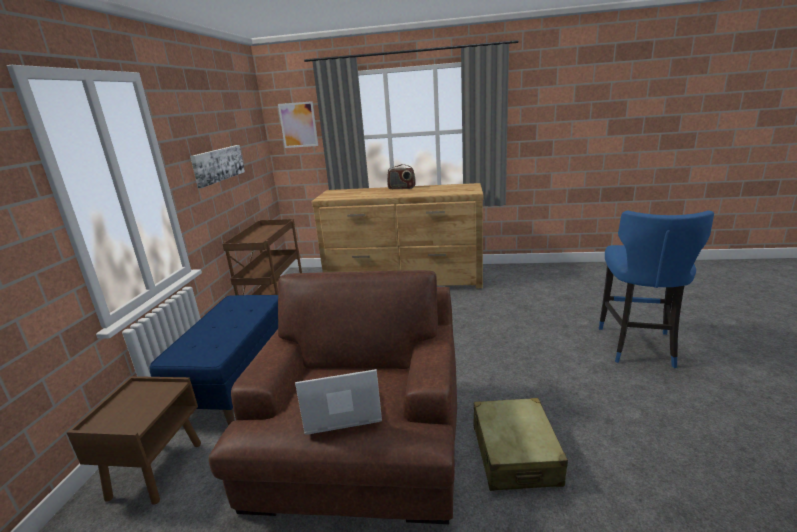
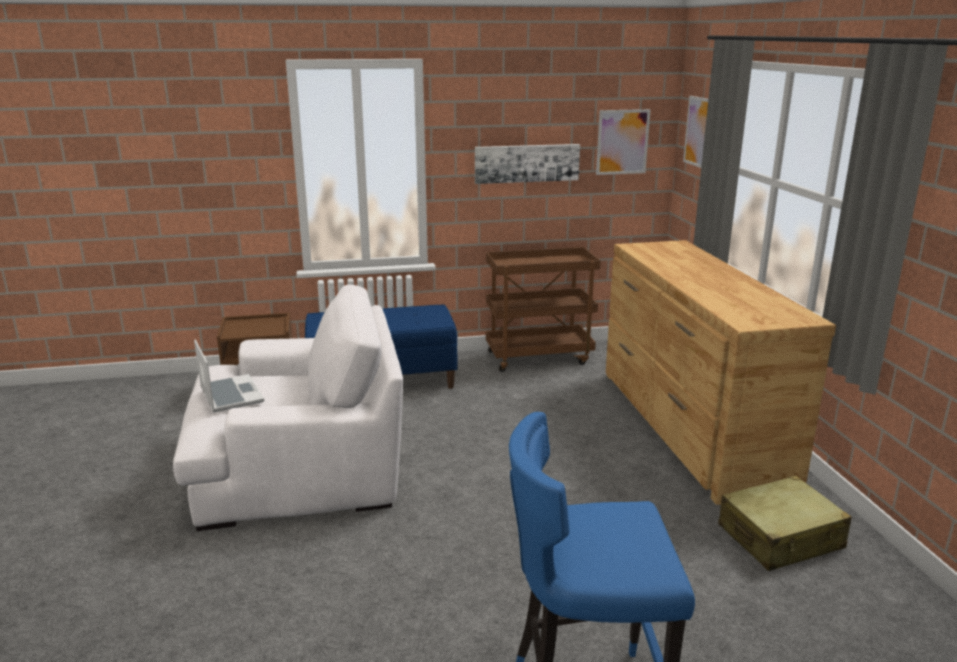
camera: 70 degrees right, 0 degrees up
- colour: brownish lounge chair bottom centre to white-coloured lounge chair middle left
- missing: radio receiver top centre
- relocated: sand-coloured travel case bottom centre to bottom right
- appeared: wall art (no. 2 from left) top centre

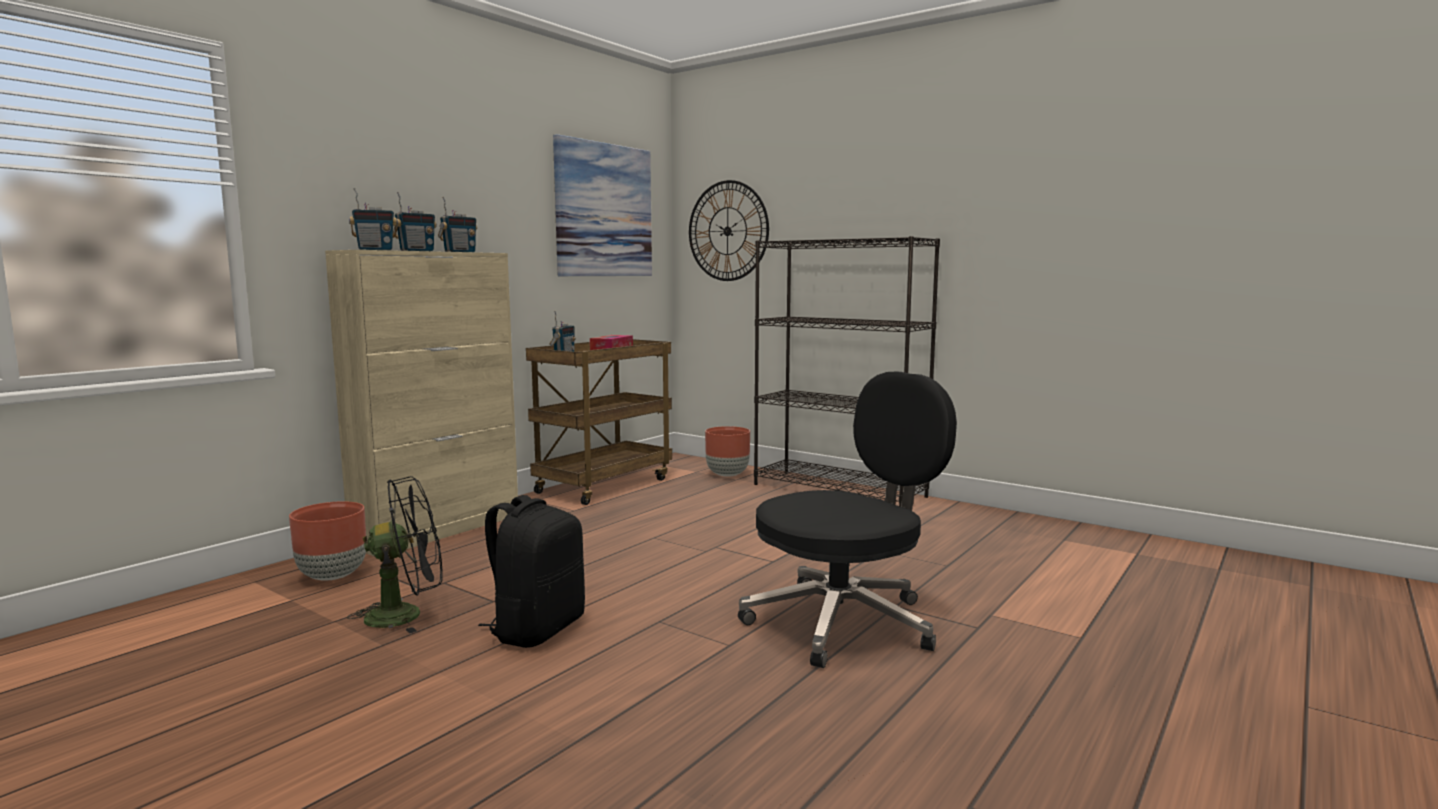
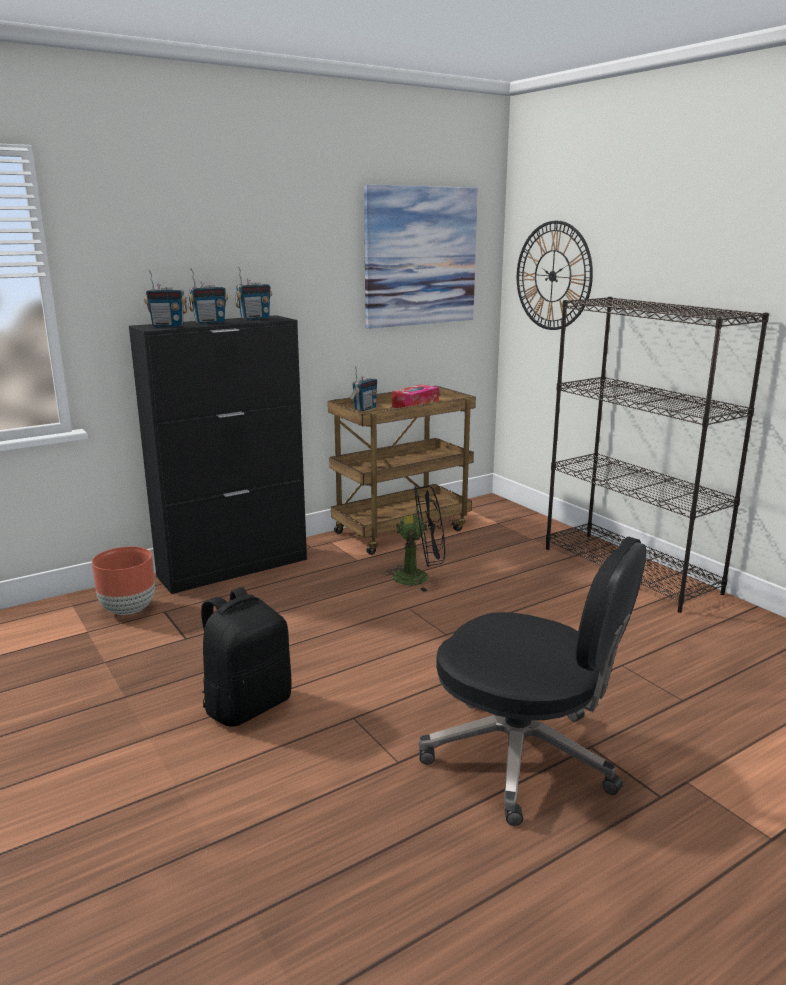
camera: 20 degrees right, 10 degrees up
- colour: sand-coloured storage cabinet middle left to black-coloured storage cabinet middle left
- relocated: black-coloured electric fan bottom left to centre
- missing: brownish flower pot (no. 2 from left) centre
- spun: black-coloured desk chair centre = bottom right 45 degrees clockwise

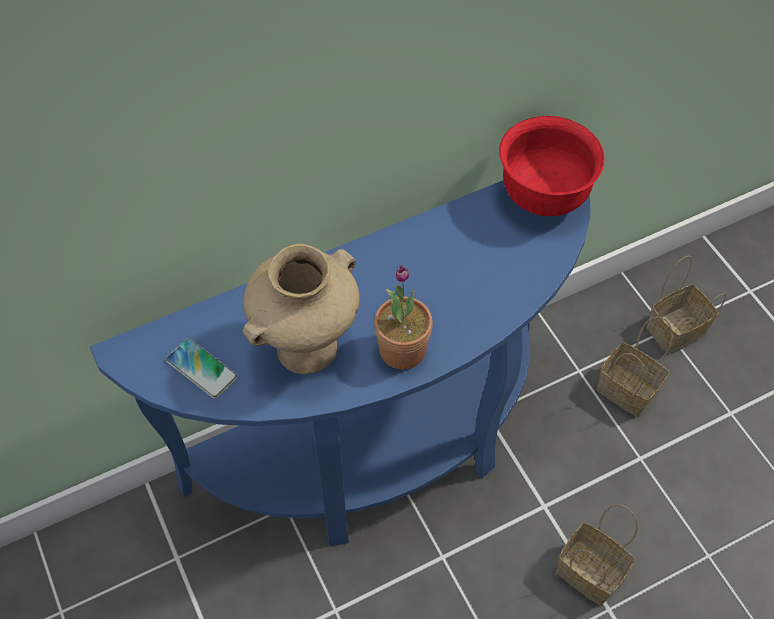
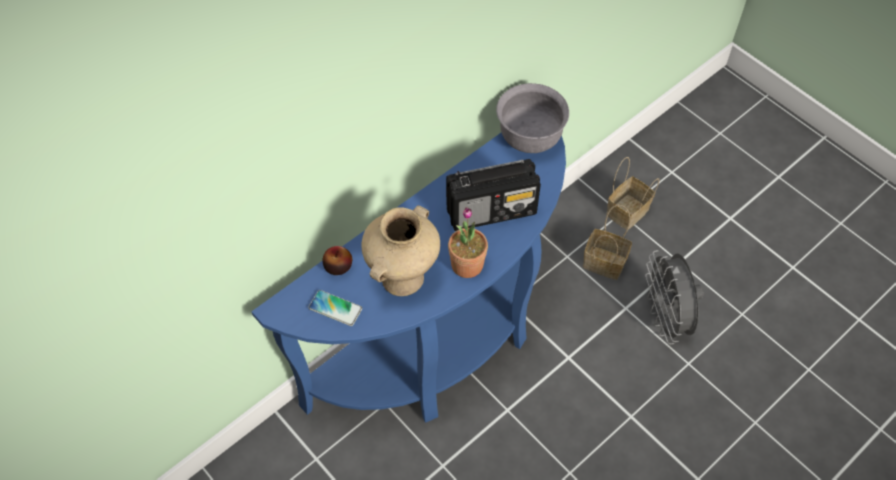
camera: 15 degrees left, 0 degrees up
- colour: reddish bowl top right to gray bowl top centre
- missing: household basket (no. 1 from left) bottom right
- appeared: whole apple centre
- appeared: radio receiver centre
- appeared: gray electric fan middle right

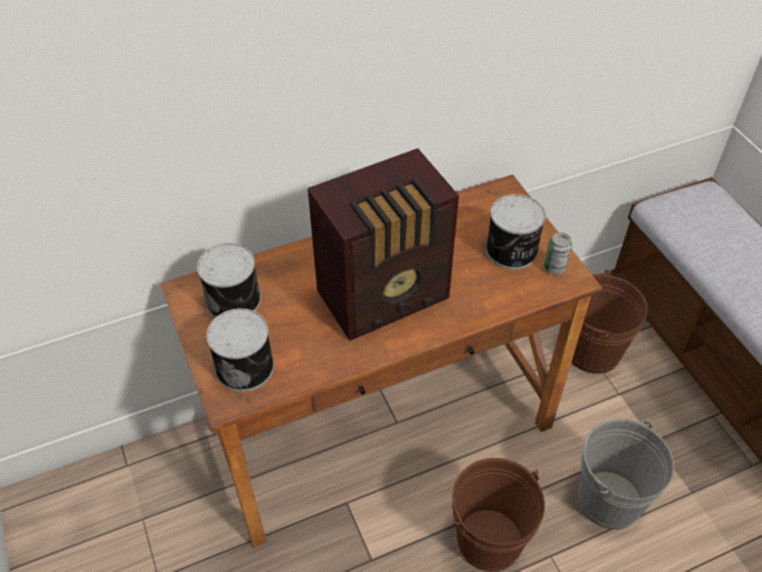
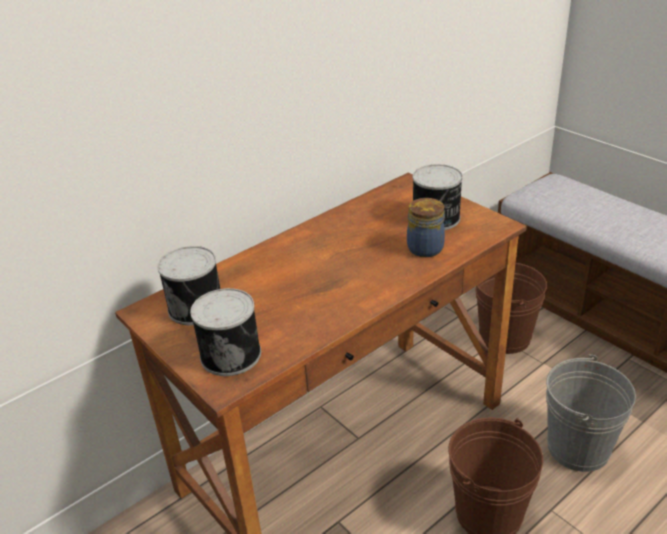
camera: 15 degrees left, 15 degrees down
- missing: radio receiver centre
- missing: can (no. 4 from left) middle right
- appeared: jar centre

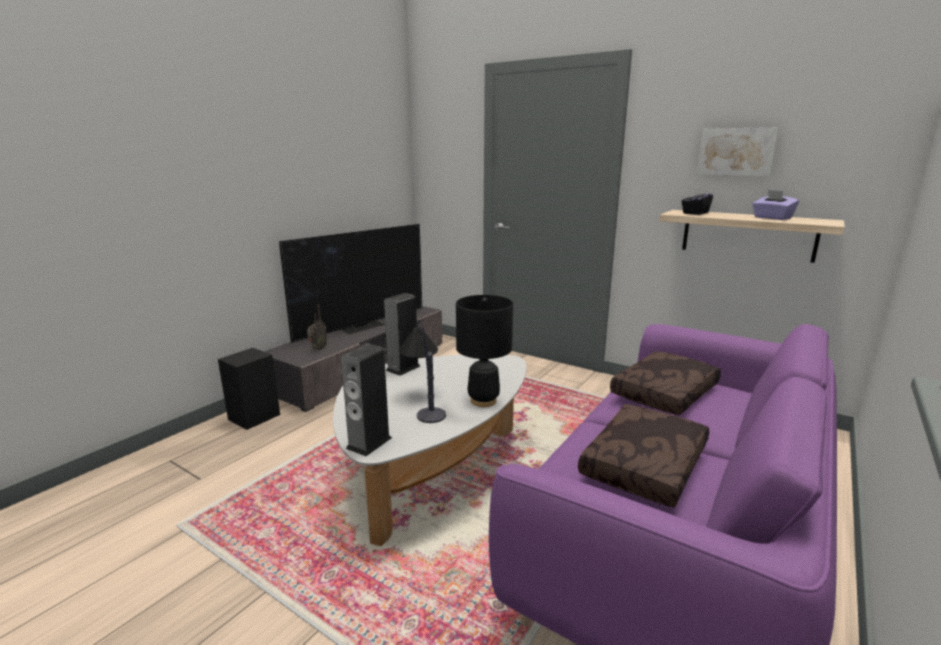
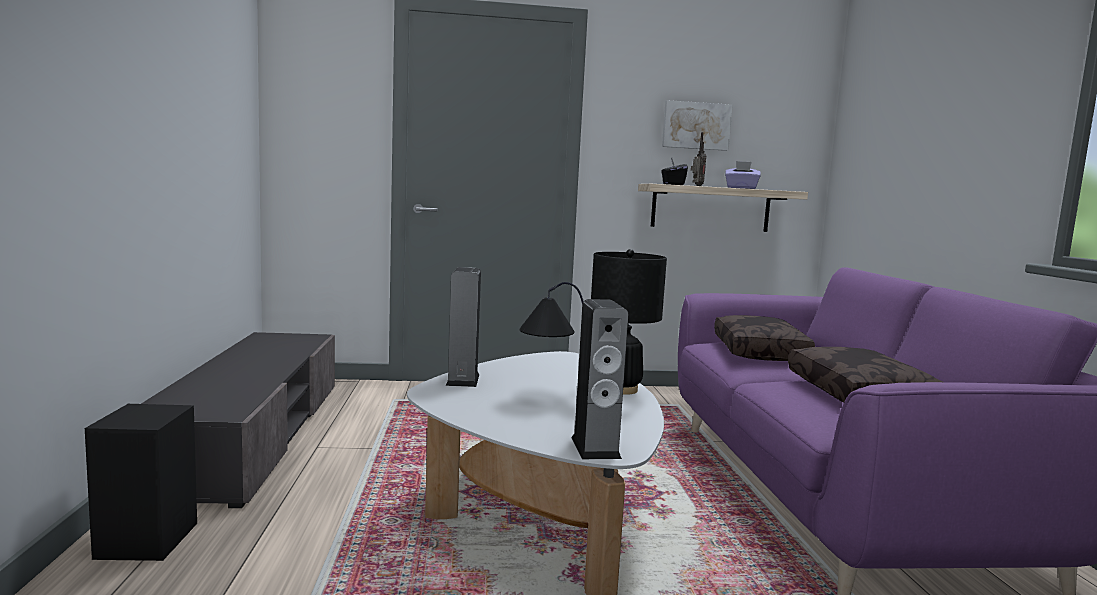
camera: 40 degrees left, 10 degrees down
- missing: TV set centre
- relocated: radio receiver centre to top centre

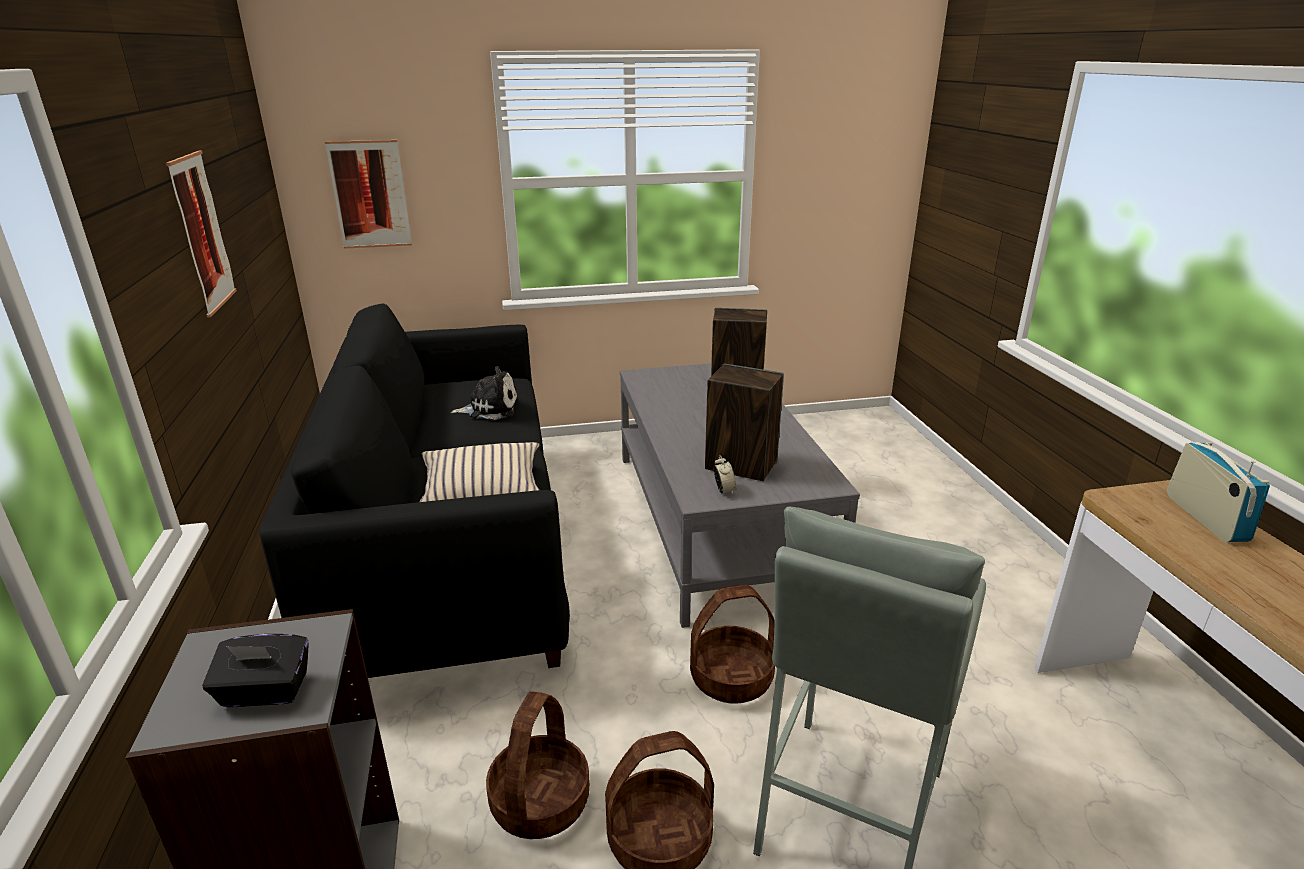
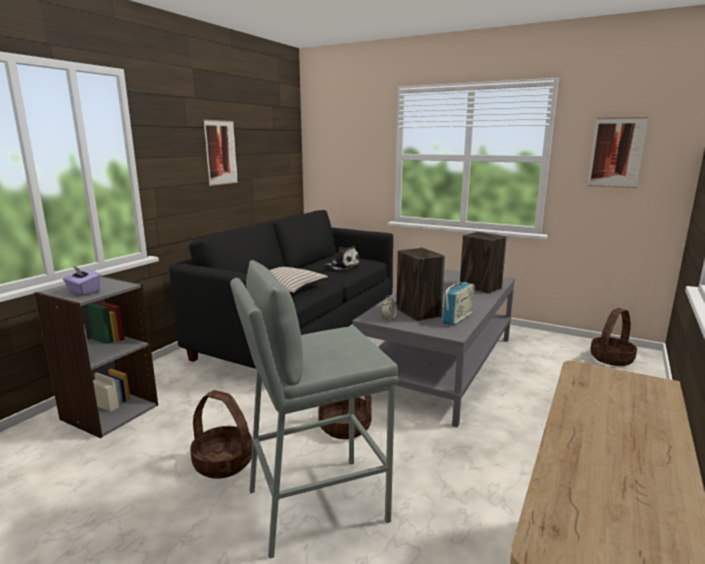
camera: 40 degrees right, 10 degrees down
- colour: black-coloured tissue box bottom left to purple tissue box middle left
- relocated: wall art (no. 2 from left) top left to top right
- relocated: household basket (no. 1 from left in the first image) bottom centre to household basket (no. 3 from left) middle right
- relocated: radio receiver middle right to centre

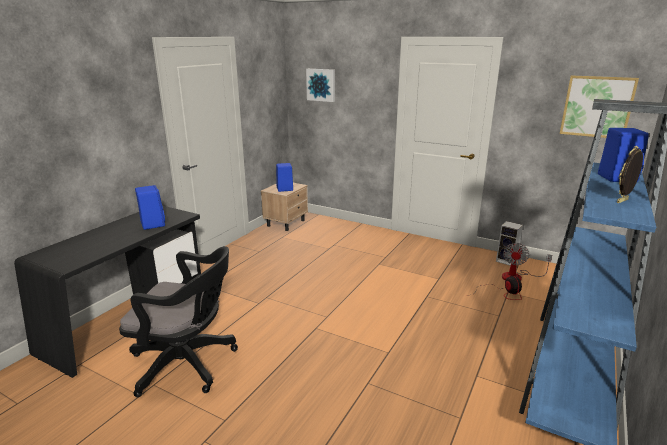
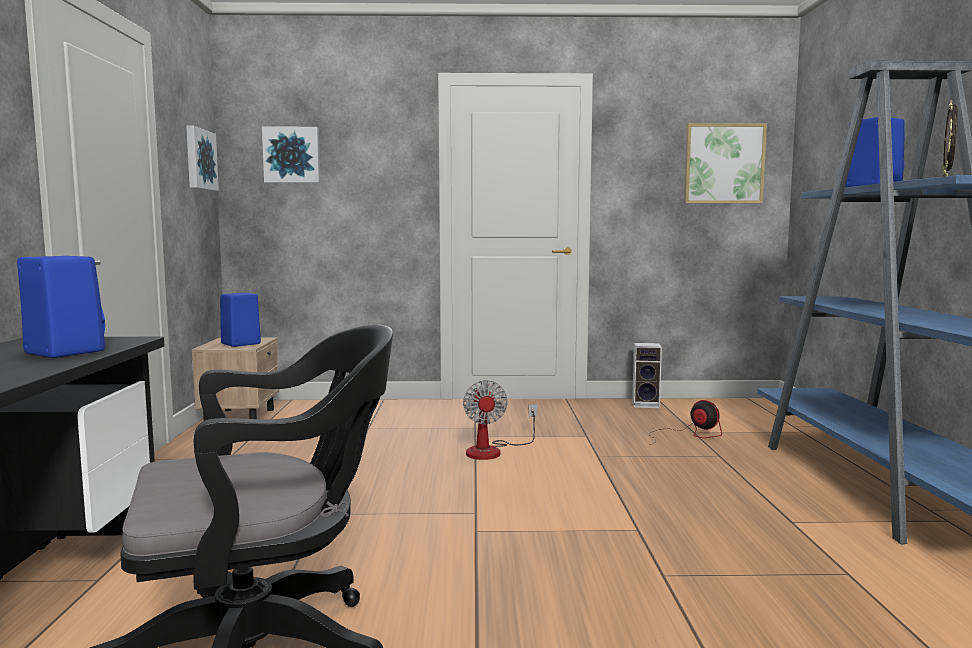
camera: 30 degrees left, 15 degrees down
- relocated: electric fan (no. 2 from left in the first image) middle right to electric fan (no. 1 from left) centre
- appeared: wall art (no. 1 from left) top left

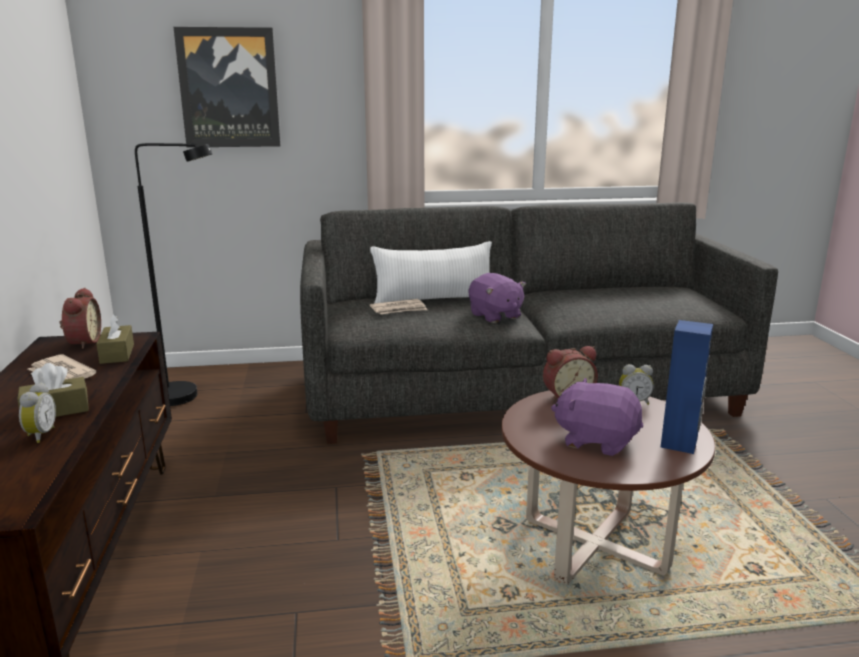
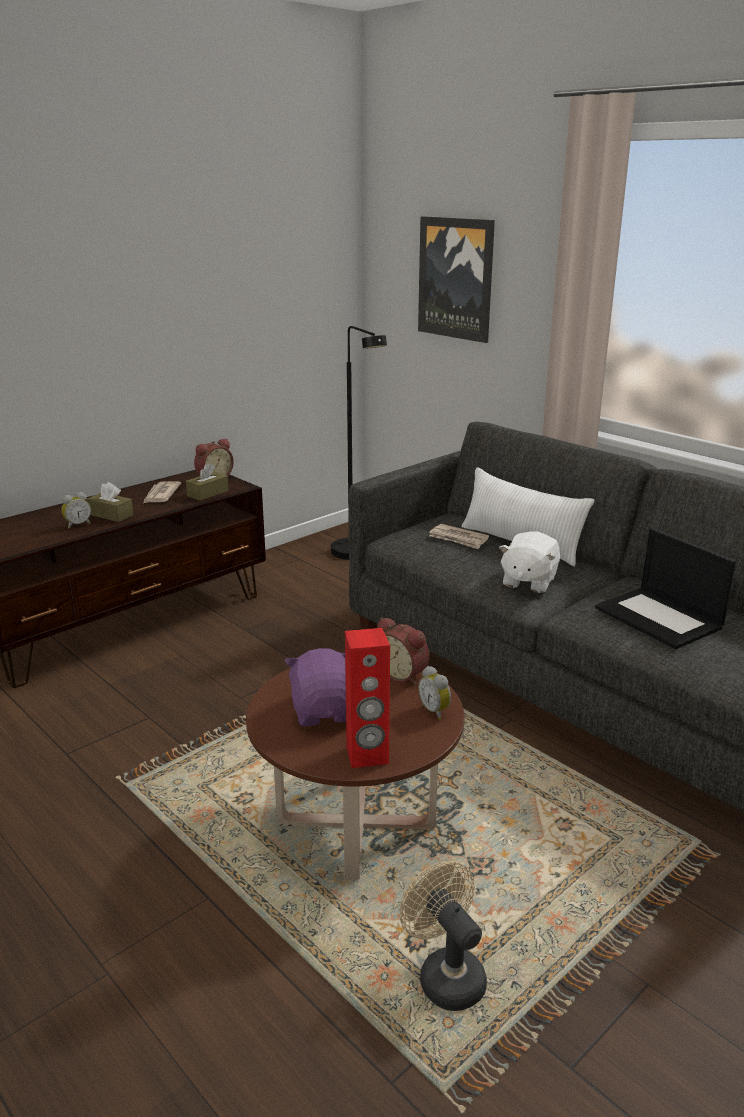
camera: 55 degrees right, 5 degrees up
- colour: purple plush toy (no. 1 from left) centre to white-coloured plush toy middle right
- colour: bluish loudspeaker middle right to reddish loudspeaker centre
- appeared: sand-coloured electric fan bottom centre
- appeared: portable computer middle right

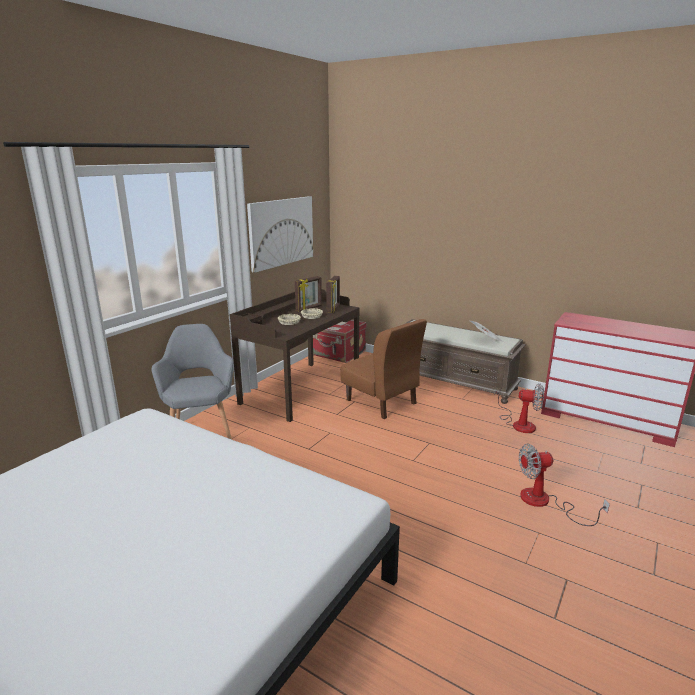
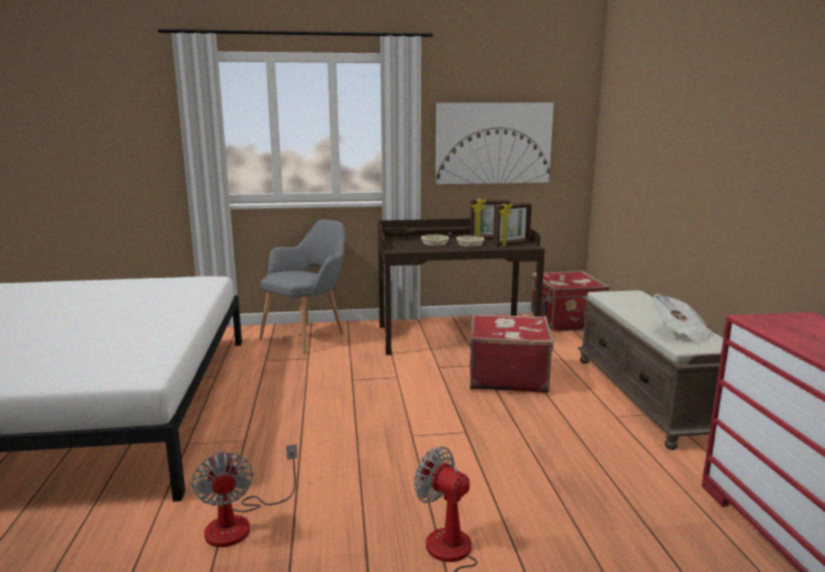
camera: 50 degrees right, 5 degrees down
- exchanged: brownish plain chair centre to reddish travel case (no. 1 from left) centre
- relocated: electric fan (no. 1 from left) middle right to bottom left

